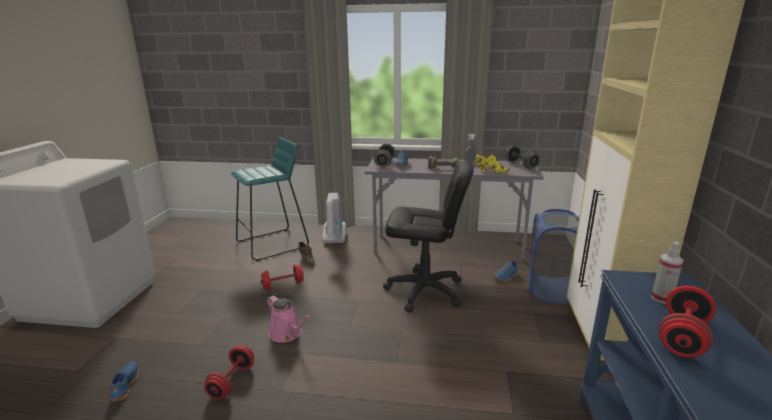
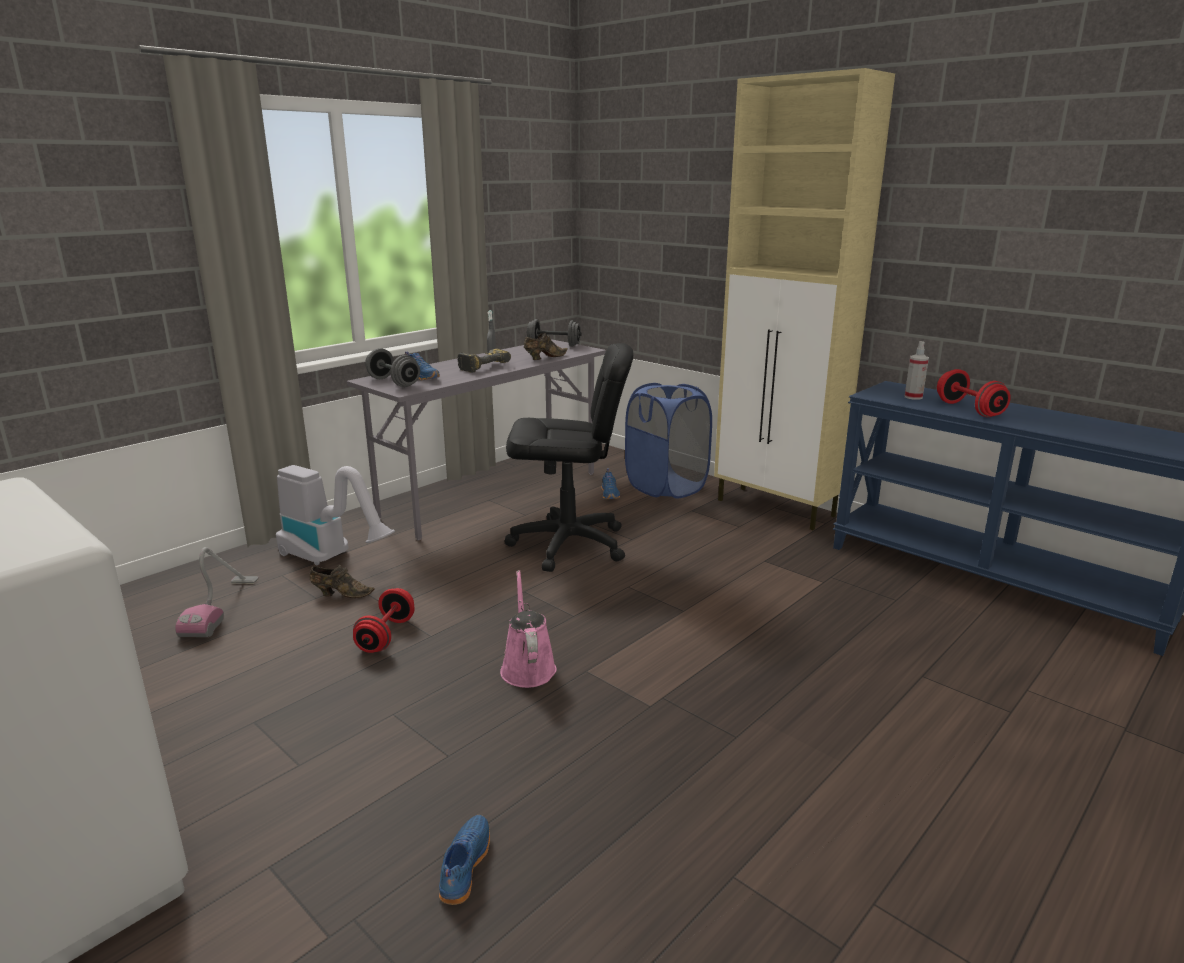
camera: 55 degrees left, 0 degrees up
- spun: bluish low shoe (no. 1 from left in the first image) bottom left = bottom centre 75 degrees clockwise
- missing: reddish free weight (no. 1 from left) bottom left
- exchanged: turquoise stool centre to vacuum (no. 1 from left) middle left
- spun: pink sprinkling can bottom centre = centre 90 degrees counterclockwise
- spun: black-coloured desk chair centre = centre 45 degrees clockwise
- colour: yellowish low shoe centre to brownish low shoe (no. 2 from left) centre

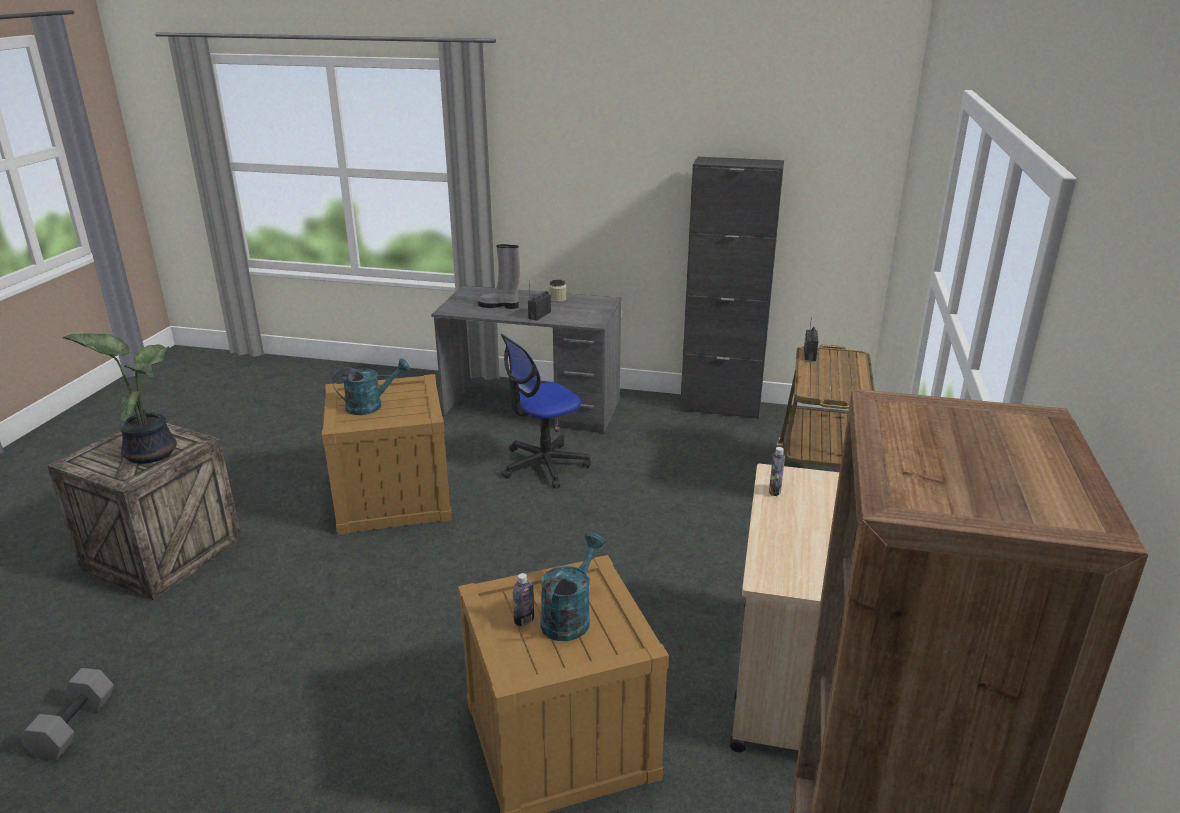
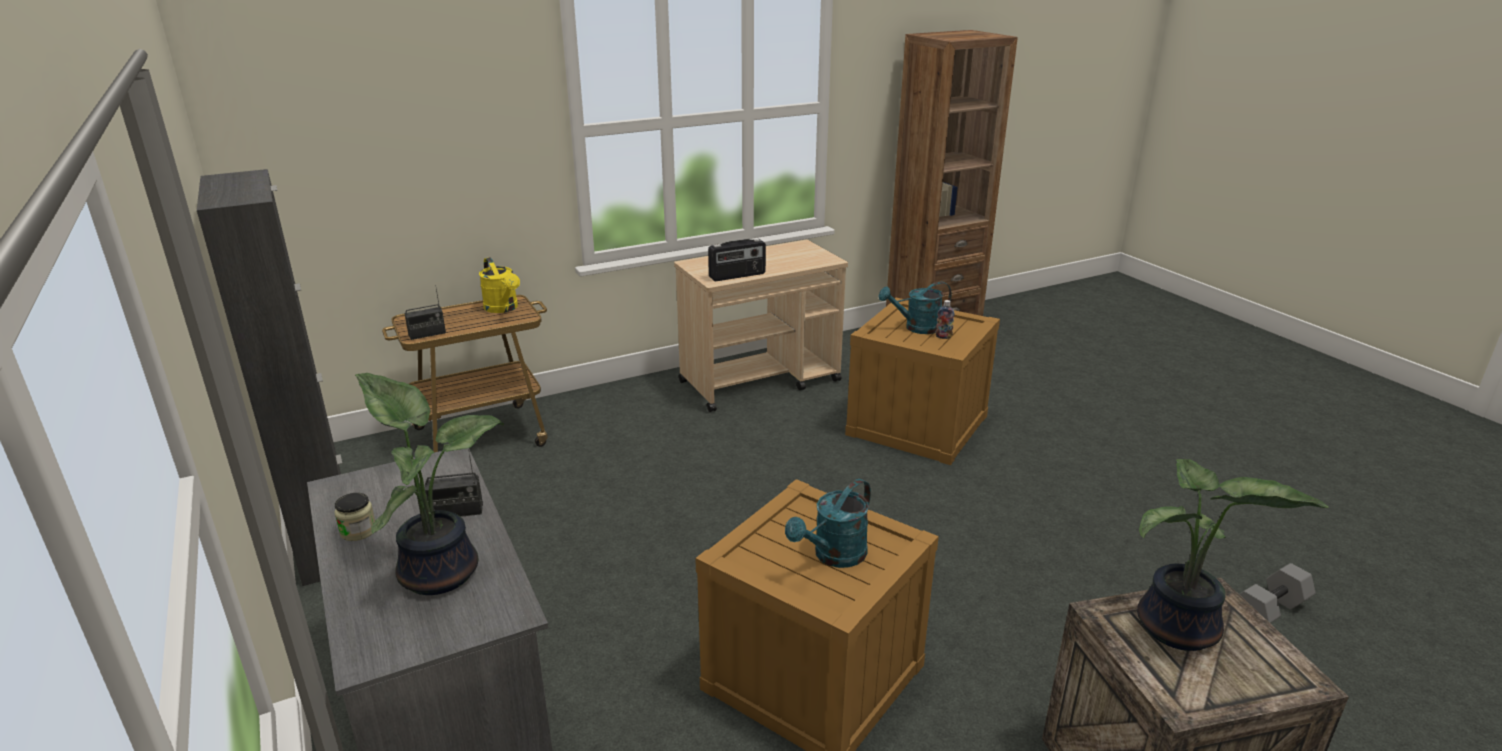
camera: 130 degrees left, 0 degrees up
- spun: turquoise sprinkling can (no. 1 from left) middle left = bottom centre 75 degrees counterclockwise
- exchanged: gray tall boot centre to houseplant (no. 1 from left) middle left
- missing: desk chair centre
- exchanged: drink bottle (no. 2 from left) centre to radio receiver (no. 3 from left) centre
- appeared: yellowish sprinkling can middle left

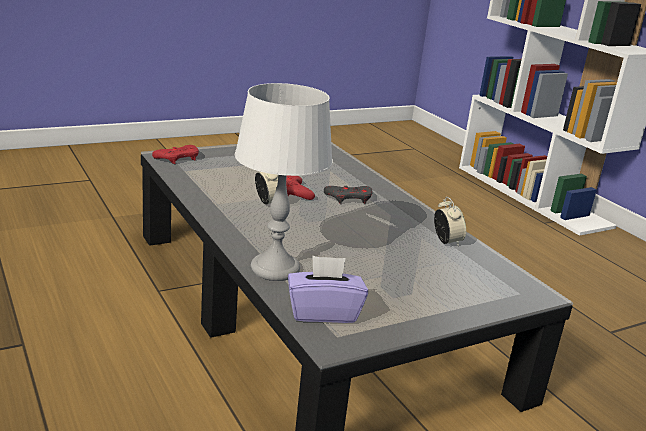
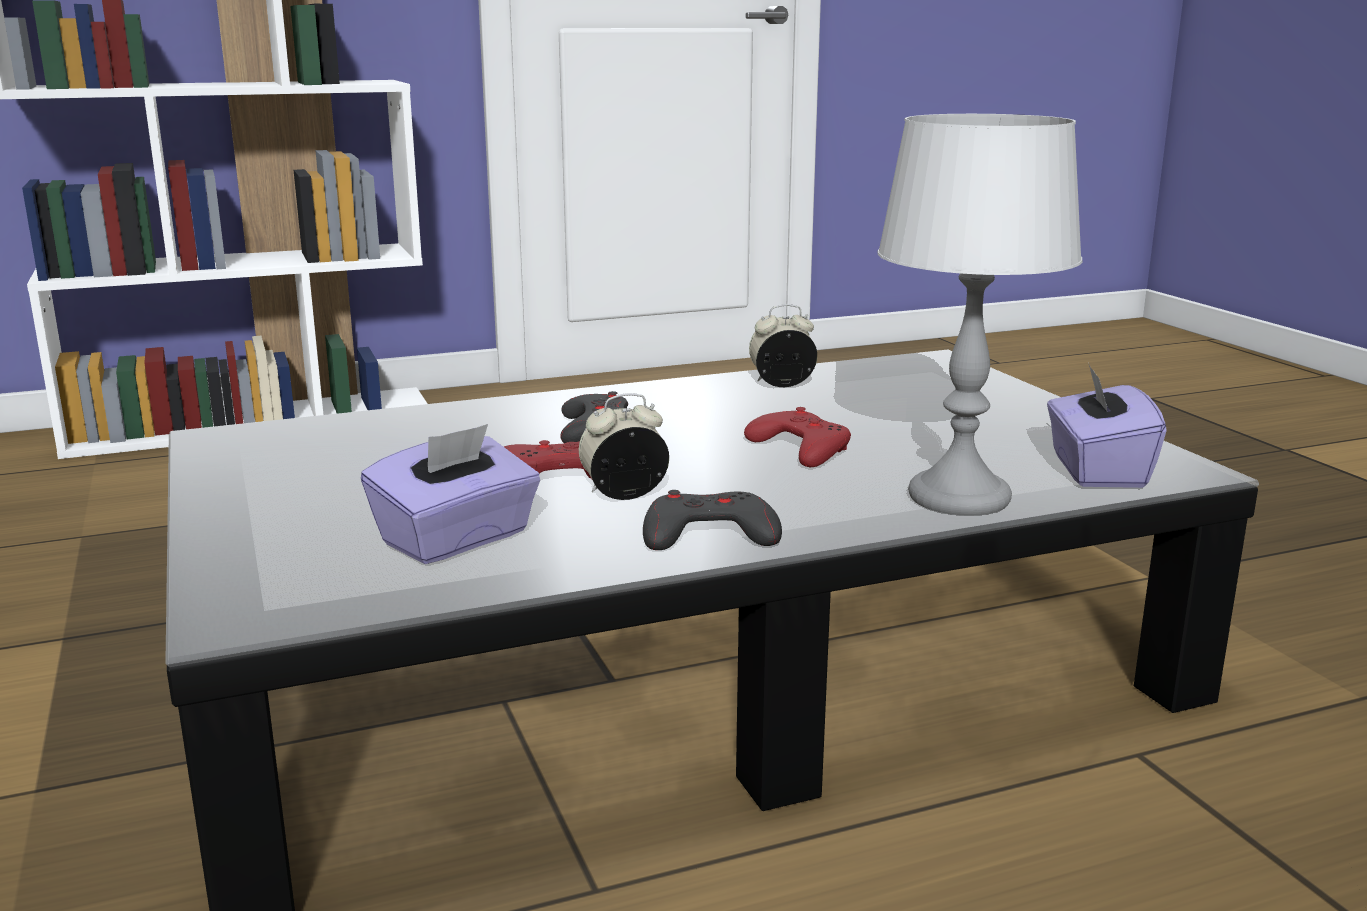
camera: 80 degrees left, 5 degrees down
- relocated: reddish gamepad (no. 1 from left in the first image) middle left to reddish gamepad (no. 2 from left) centre
- appeared: purple tissue box (no. 1 from left) middle left
- appeared: gray gamepad (no. 2 from left) centre

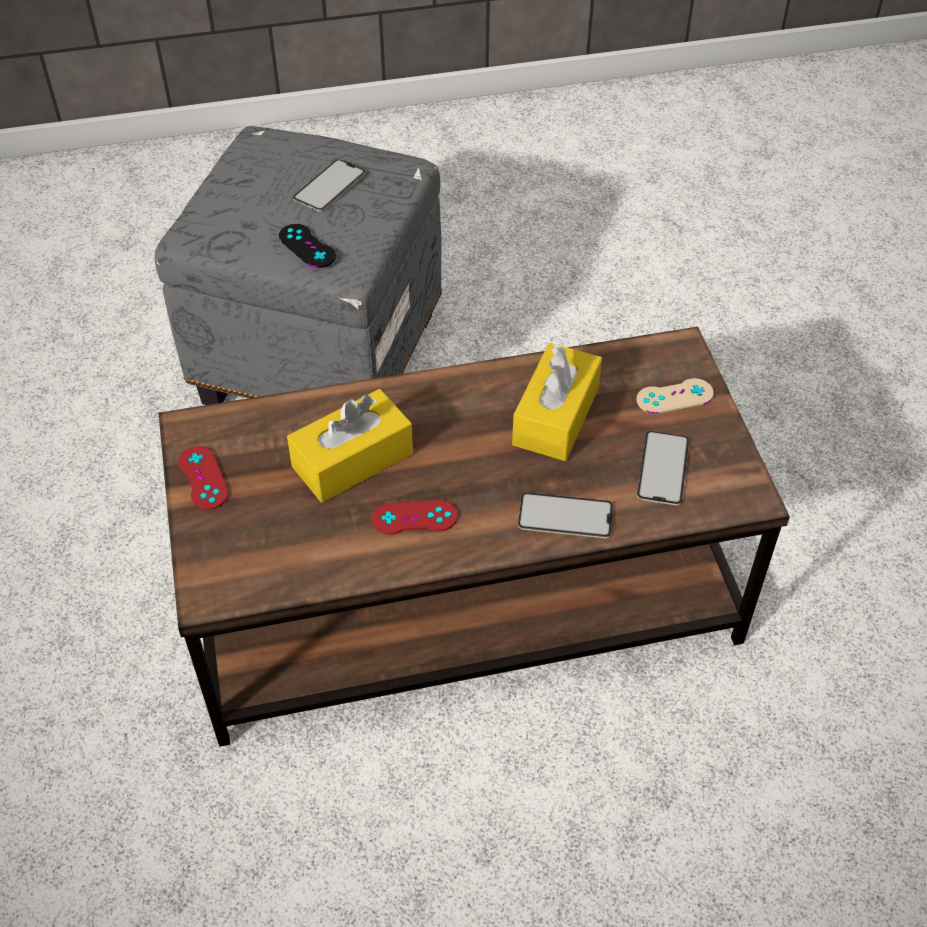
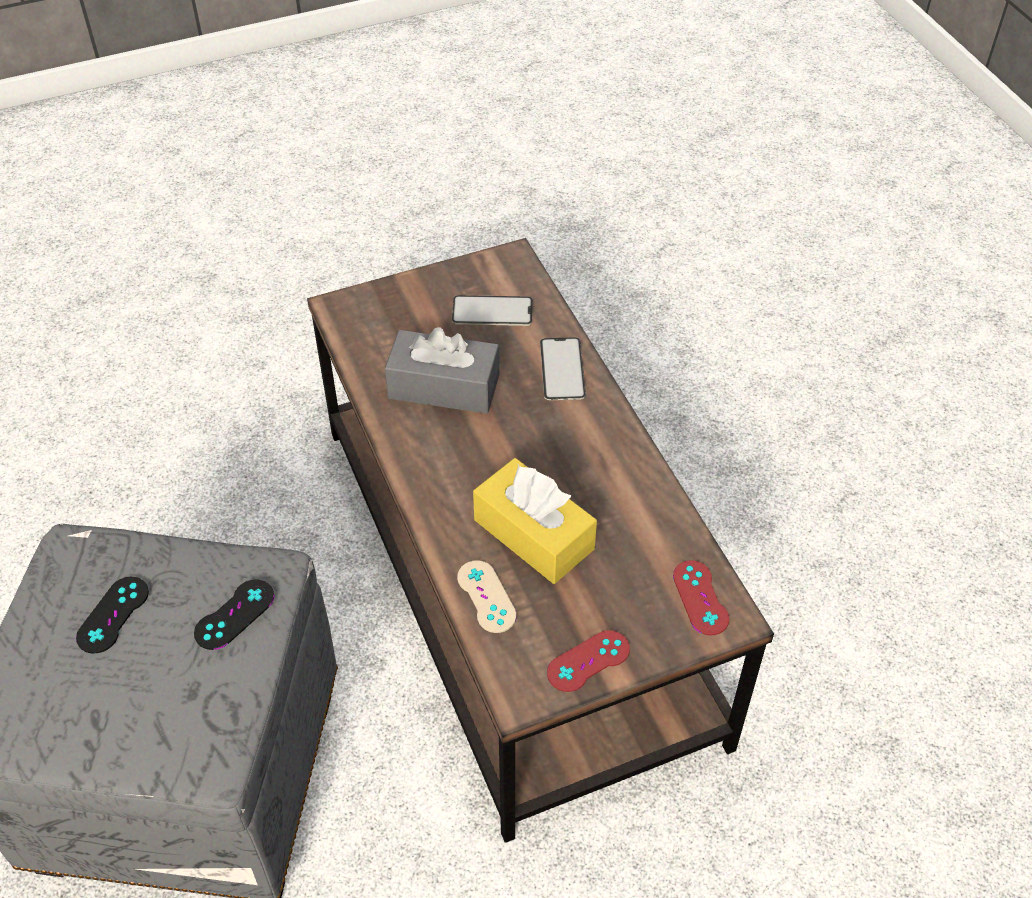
camera: 100 degrees left, 0 degrees up
- exchanged: telephone (no. 1 from left) top centre to black-coloured gamepad (no. 1 from left) bottom left
- relocated: reddish gamepad (no. 2 from left) centre to middle right
- colour: yellowish tissue box (no. 2 from left) centre to gray tissue box centre
- relocated: sand-coloured gamepad middle right to centre

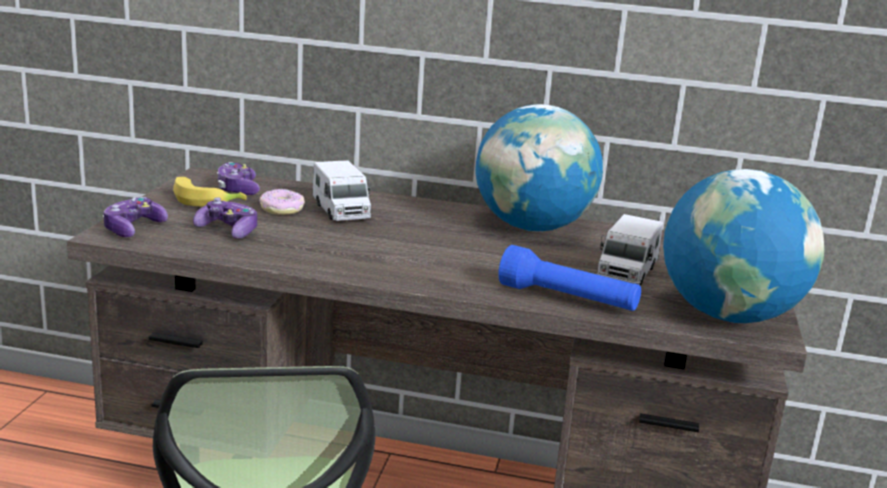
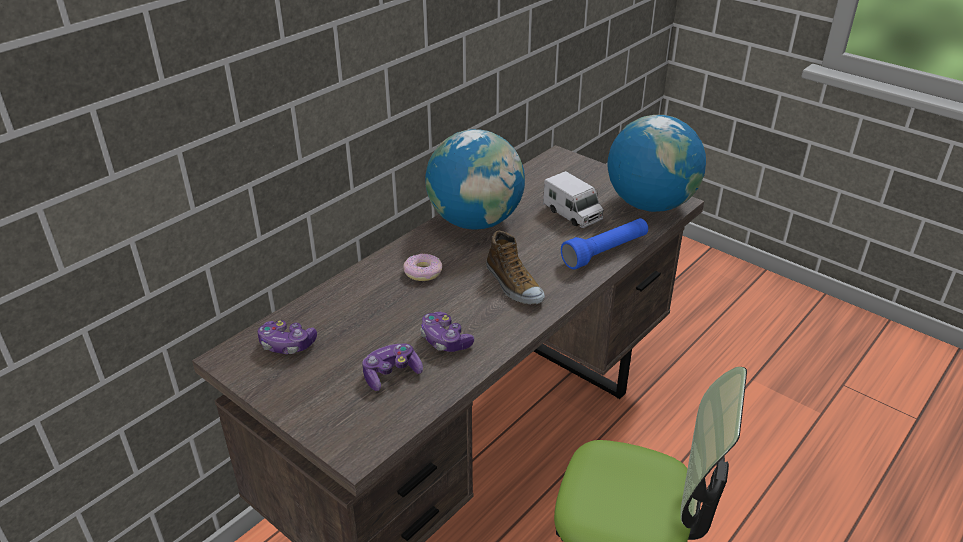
camera: 60 degrees left, 15 degrees up
- relocated: gamepad (no. 1 from left in the first image) middle left to gamepad (no. 3 from left) centre
- missing: banana fruit middle left
- relocated: ring doughnut middle left to centre
- missing: toy lorry (no. 1 from left) centre
- appeared: low shoe centre

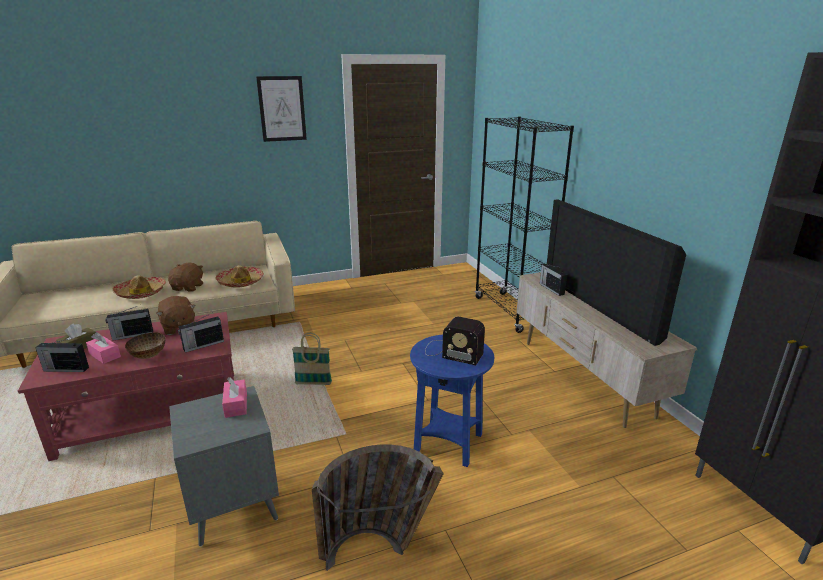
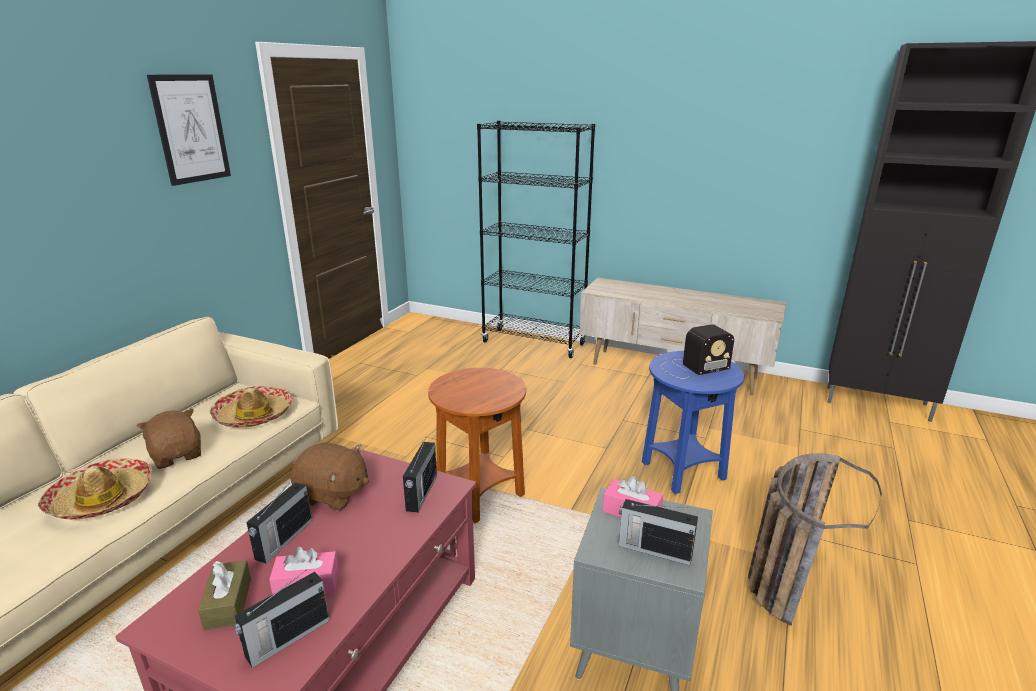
camera: 45 degrees left, 0 degrees up
- missing: bowl middle left
- exchanged: household basket (no. 1 from left) centre to brownish end table centre
- relocated: radio receiver (no. 5 from left in the first image) middle right to radio receiver (no. 4 from left) bottom centre
- missing: TV set middle right

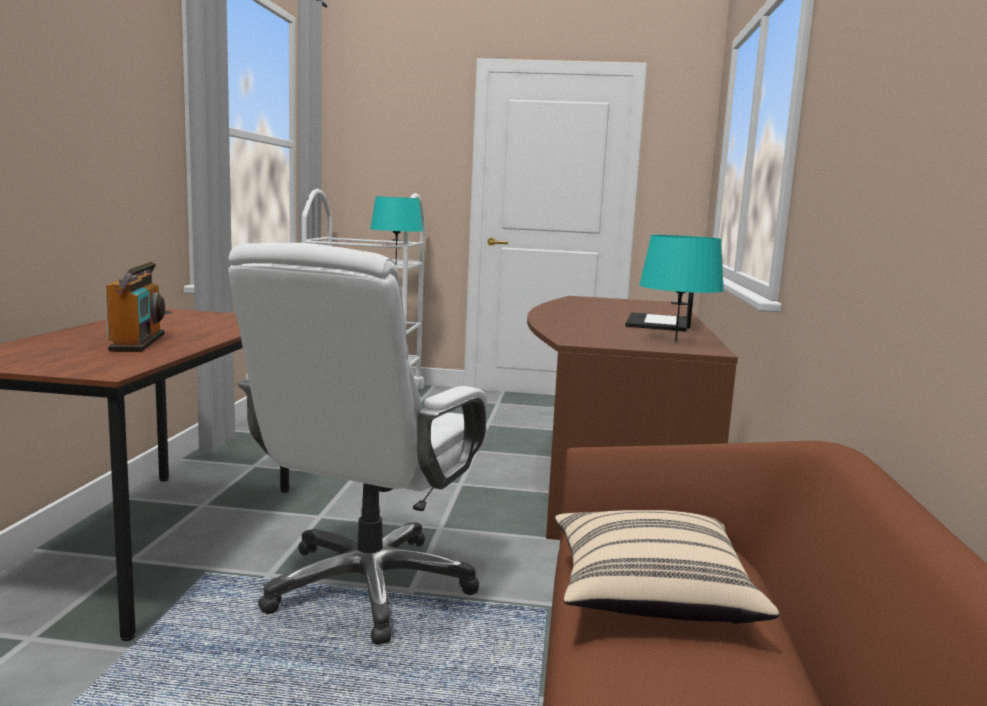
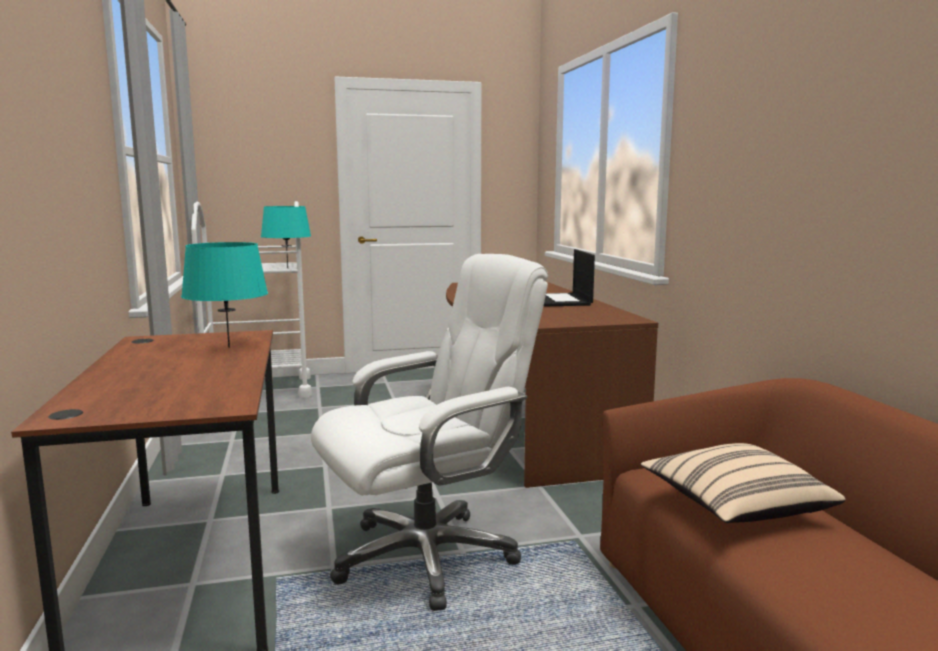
camera: 20 degrees left, 0 degrees up
- missing: radio receiver middle left
- spun: white-coloured desk chair centre = centre 120 degrees counterclockwise
- relocated: turquoise table lamp (no. 2 from left in the first image) middle right to turquoise table lamp (no. 1 from left) middle left

